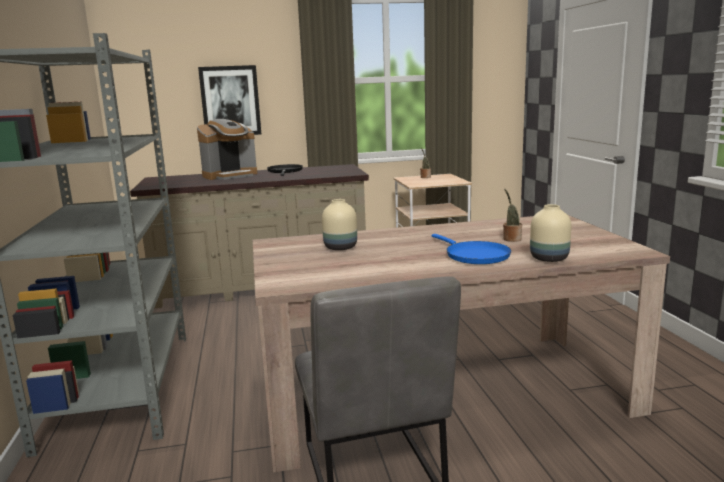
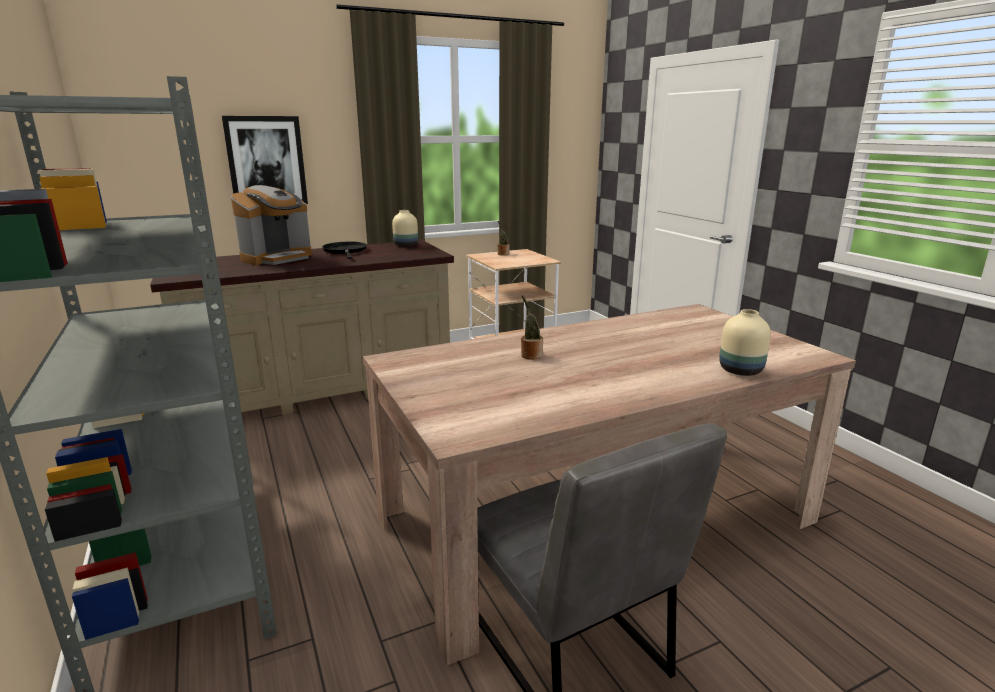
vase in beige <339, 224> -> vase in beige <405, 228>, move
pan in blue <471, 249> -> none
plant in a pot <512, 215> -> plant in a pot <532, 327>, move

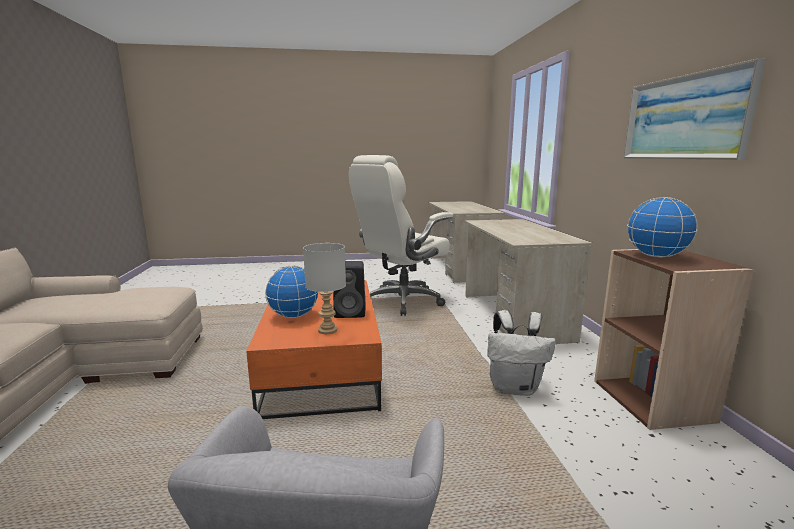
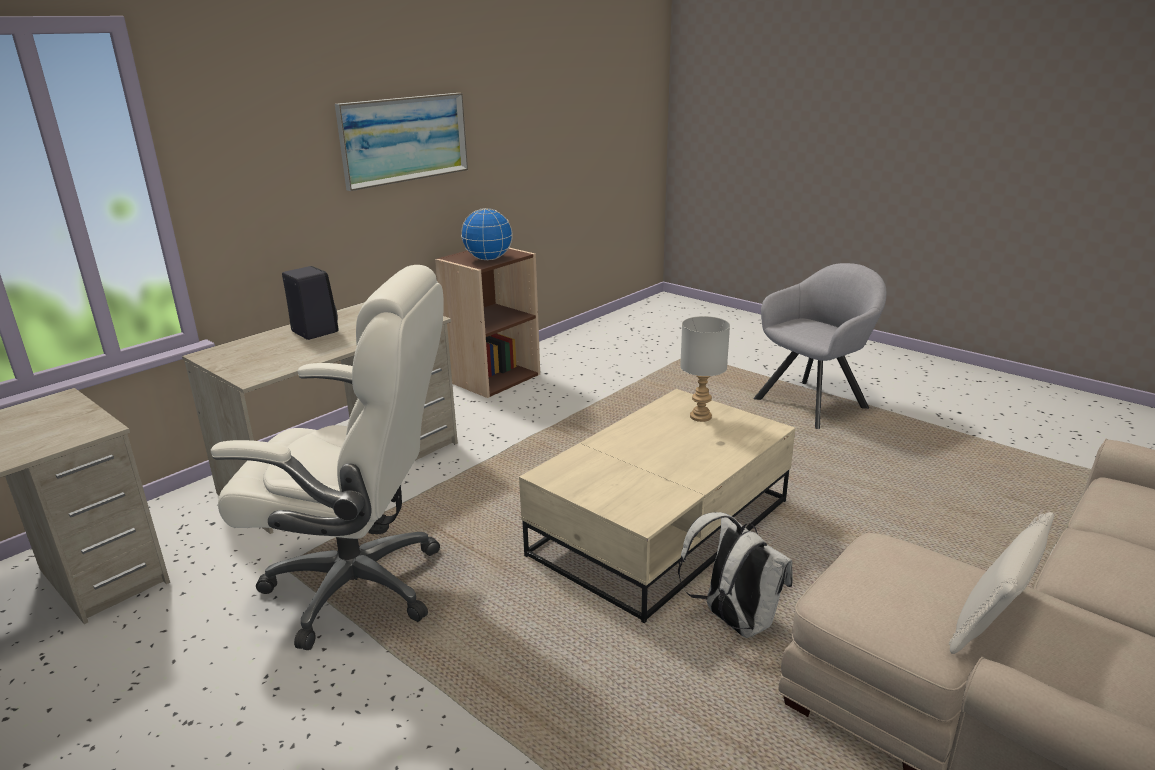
coffee table in orange-coloured <314, 349> -> coffee table in beige <657, 506>
desk globe <291, 291> -> none
speaker in black-coloured <349, 289> -> speaker in black-coloured <310, 303>, move
rucksack in white <521, 353> -> rucksack in white <735, 575>, move
none -> cushion in white <1001, 583>

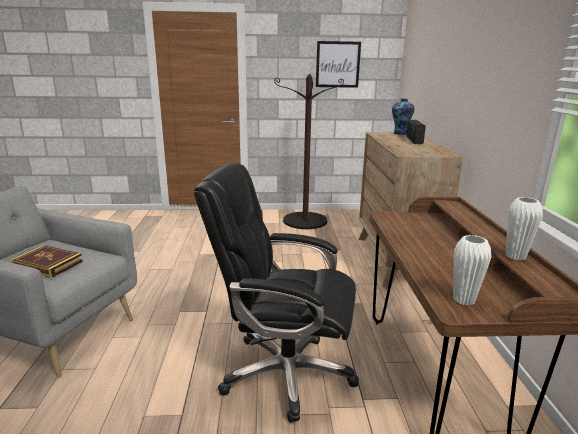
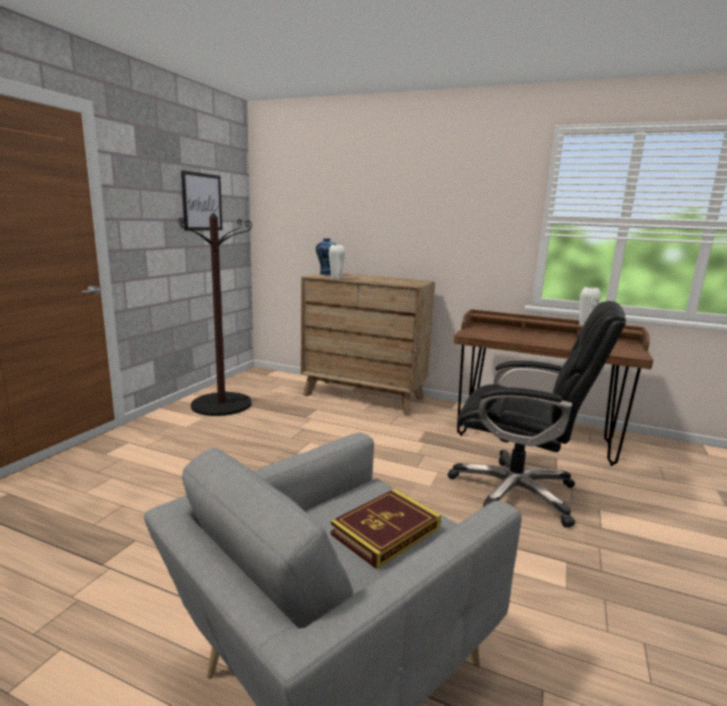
office chair in black-coloured <276, 293> -> office chair in black-coloured <537, 414>, 105 degrees counterclockwise
radio <416, 132> -> none
vase in white <472, 270> -> vase in white <337, 262>, move

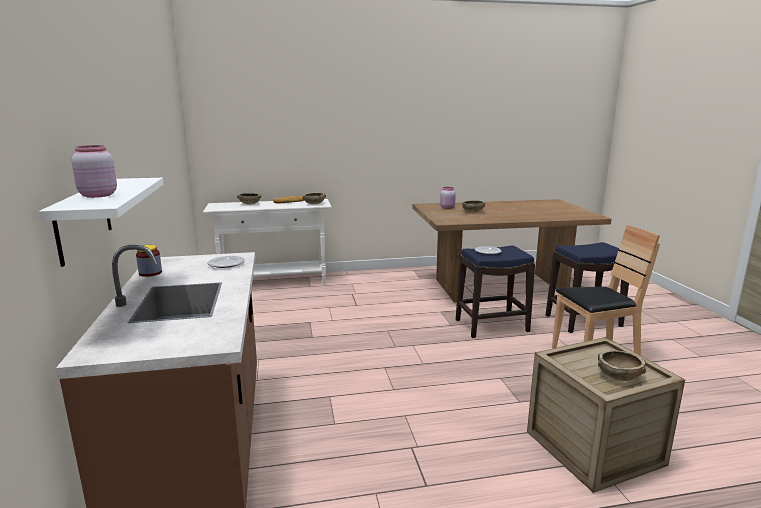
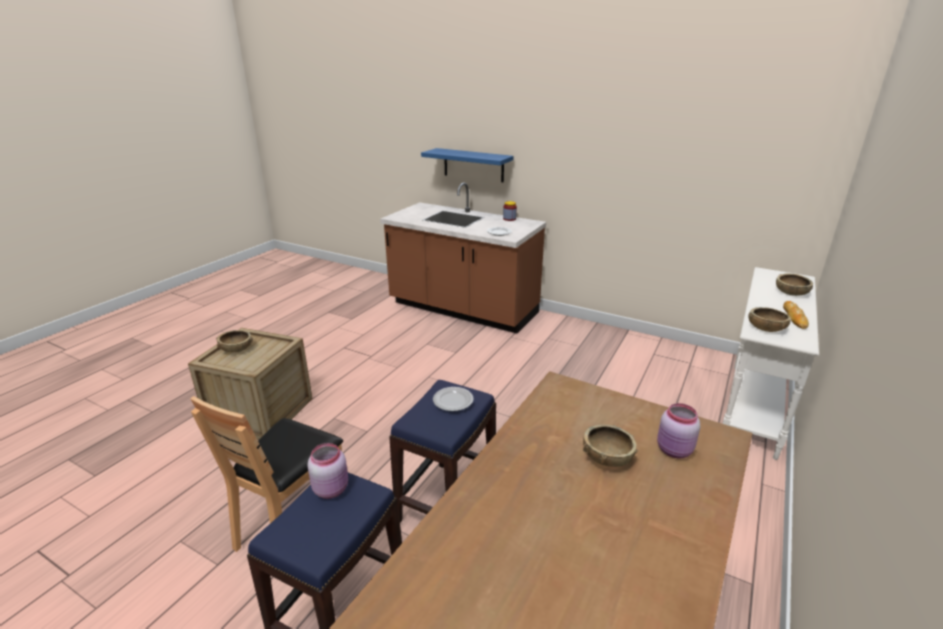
wall shelf in white <101, 222> -> wall shelf in blue <467, 165>
preserve jar in pink <94, 171> -> preserve jar in pink <327, 471>, move

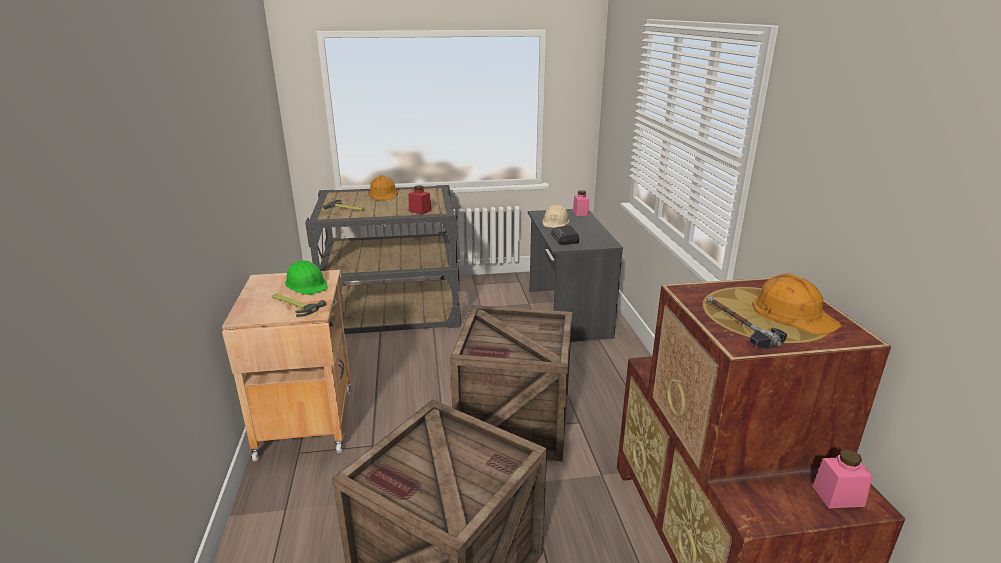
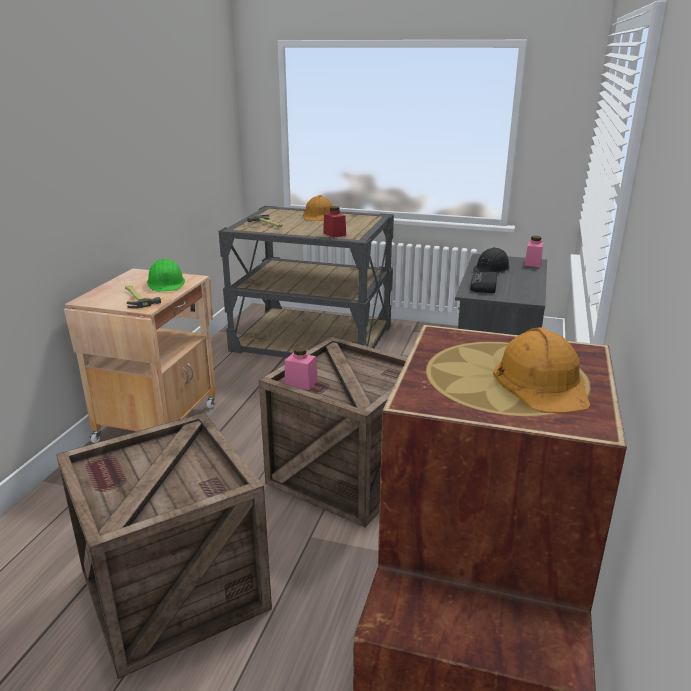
safety helmet in beige <556, 216> -> safety helmet in black-coloured <491, 260>
hand hammer <746, 322> -> none
preserve jar in pink <843, 478> -> preserve jar in pink <301, 368>, move

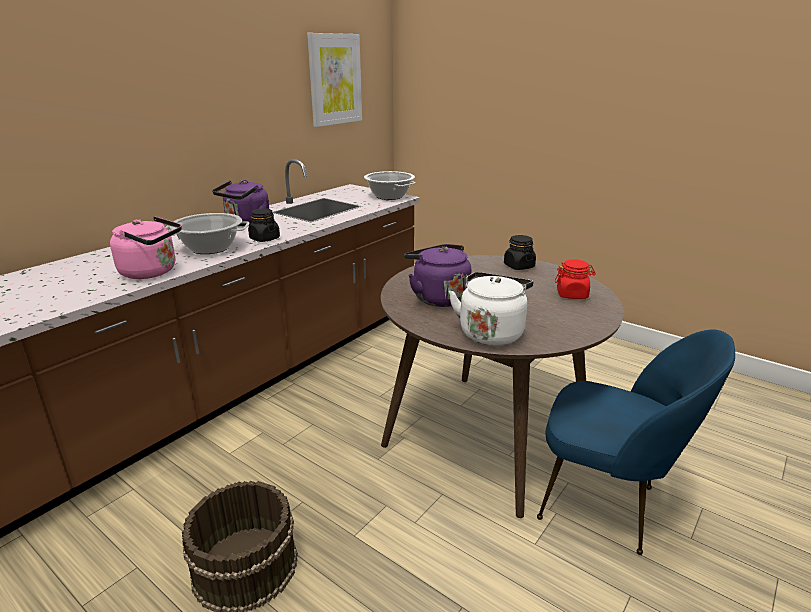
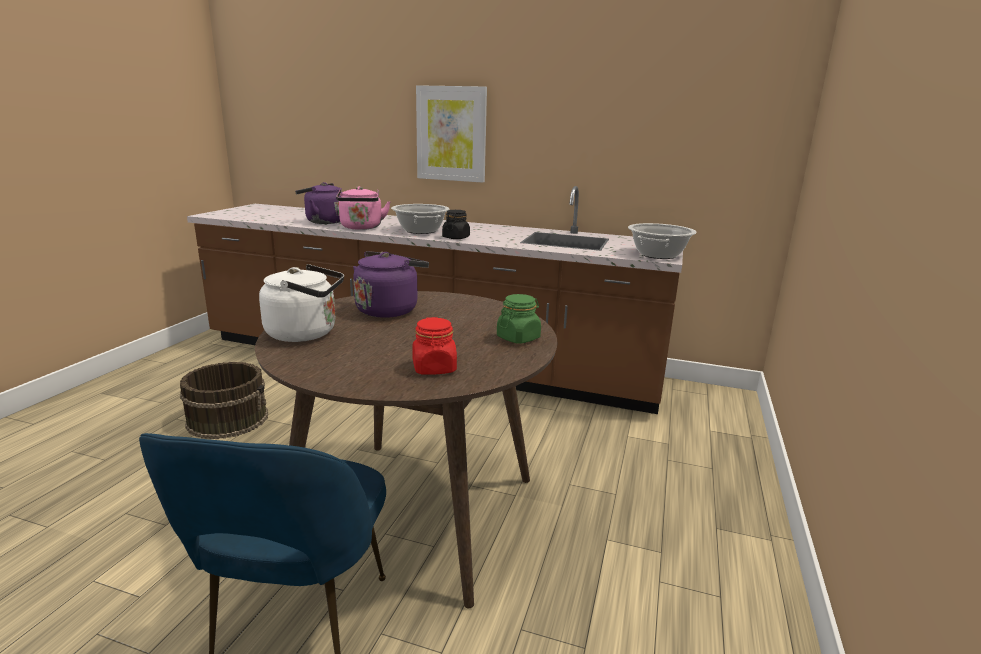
tea kettle in purplish <240, 203> -> tea kettle in purplish <318, 203>, move
picture <334, 80> -> picture <451, 134>, move
preserve jar in black-coloured <520, 252> -> preserve jar in greenish <519, 319>

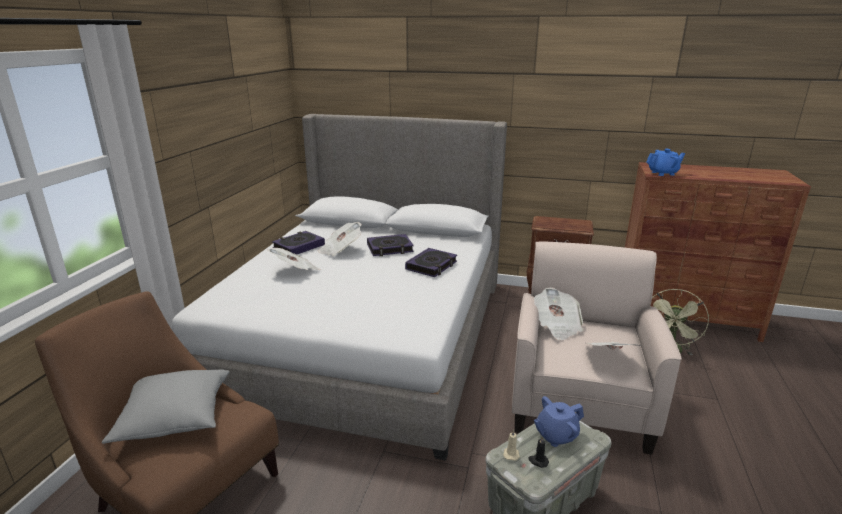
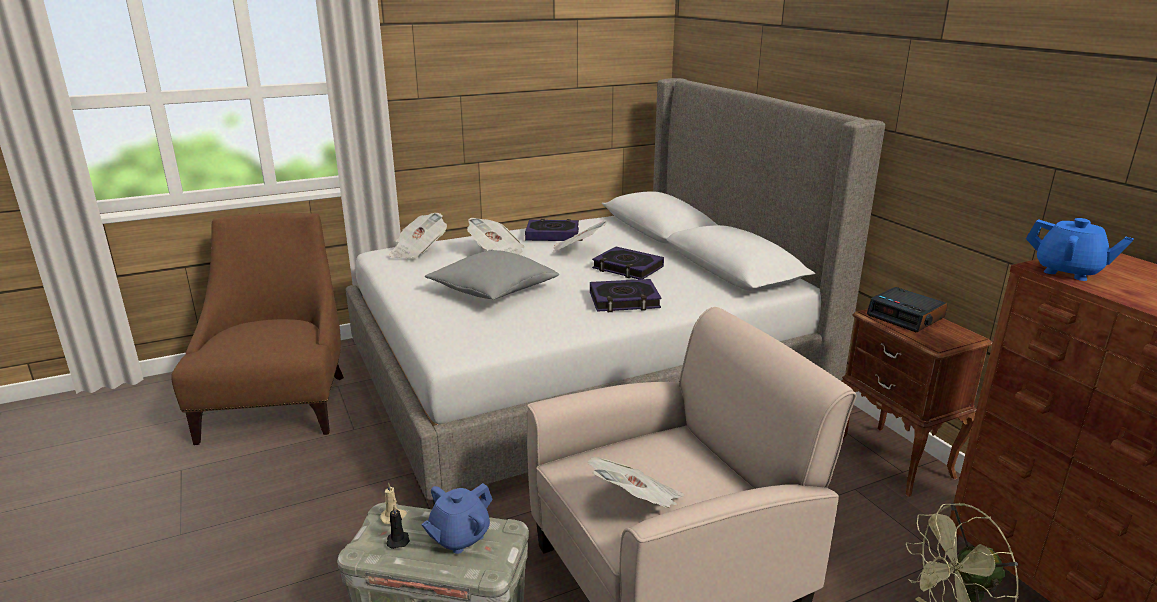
cushion in gray <166, 406> -> cushion in gray <492, 274>, move
daily paper <558, 314> -> daily paper <418, 235>, move
pot for tea in blue <559, 421> -> pot for tea in blue <457, 518>, 75 degrees counterclockwise
none -> table clock <907, 309>

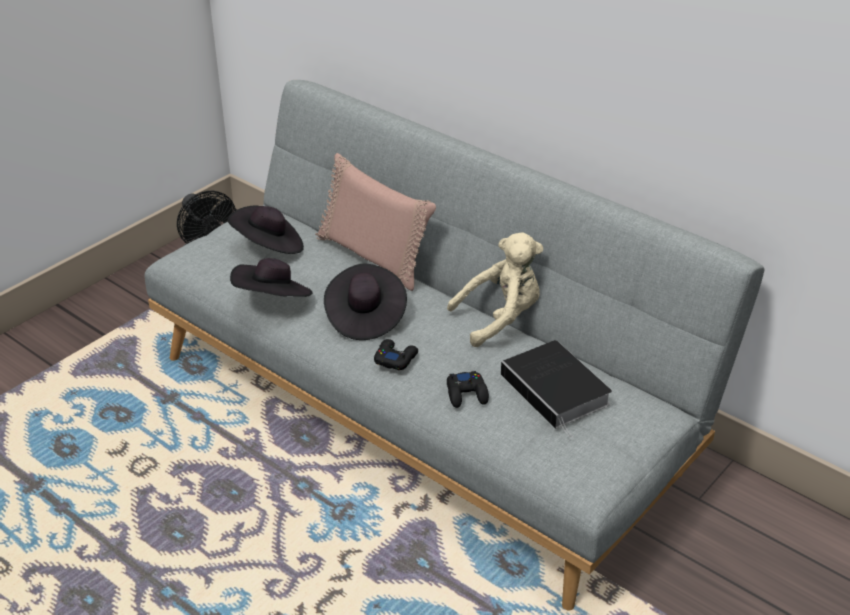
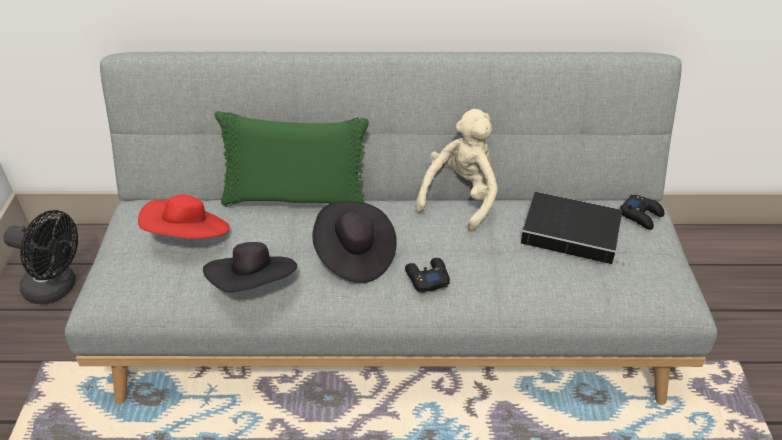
clothing hat in black-coloured <265, 229> -> clothing hat in reddish <184, 216>
cushion in beige <375, 222> -> cushion in greenish <292, 159>
joypad in black-coloured <468, 389> -> joypad in black-coloured <642, 212>, move

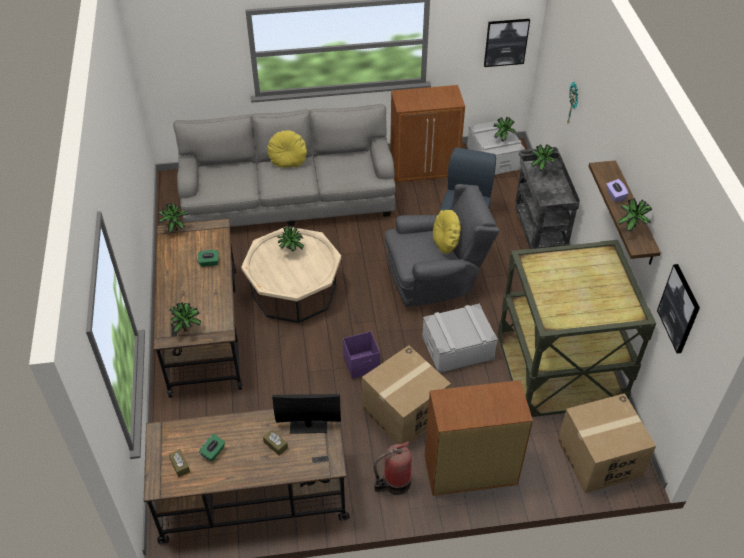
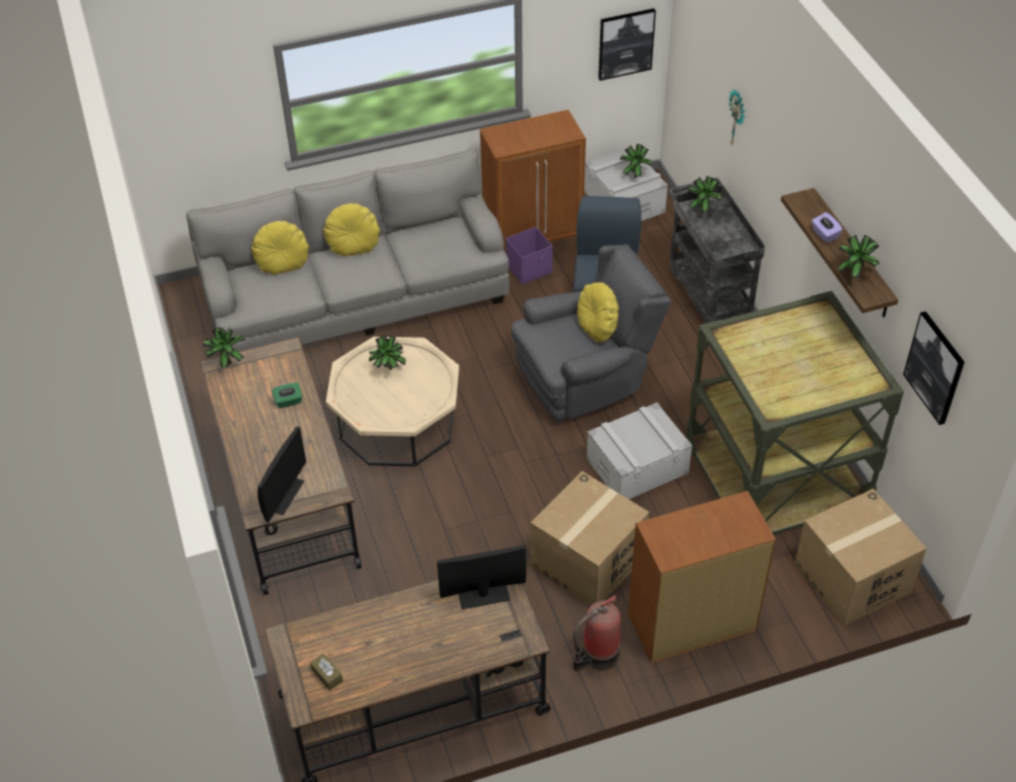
plant in a pot <185, 317> -> monitor <282, 474>
box of tissues in greenish <212, 447> -> none
box of tissues in brownish <275, 443> -> none
storage bin in purplish <361, 354> -> storage bin in purplish <529, 255>, move
none -> cushion in yellow-coloured <280, 248>

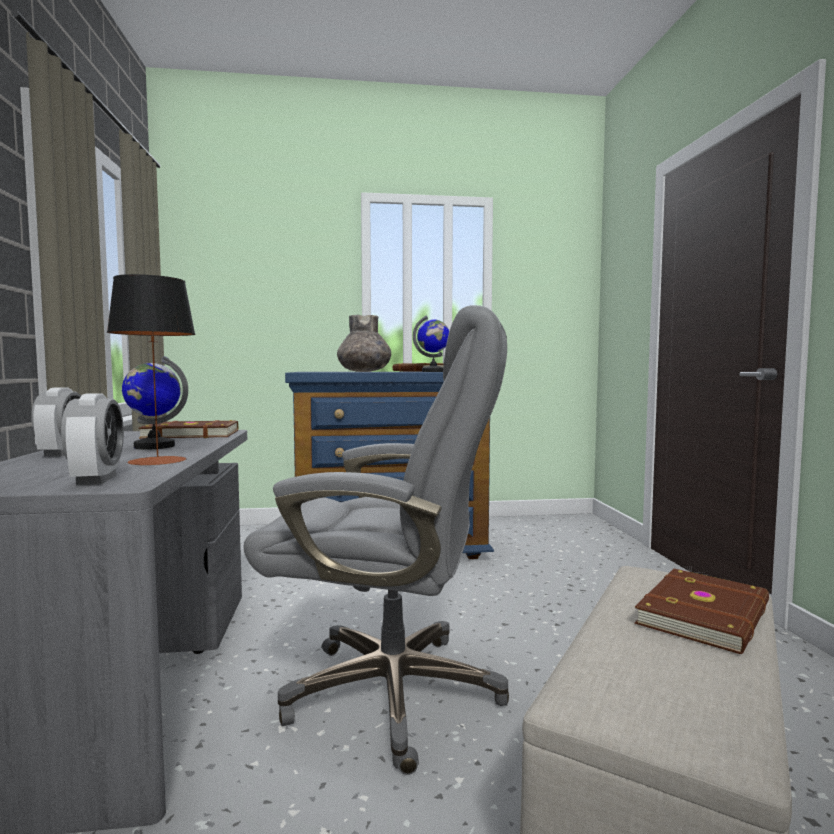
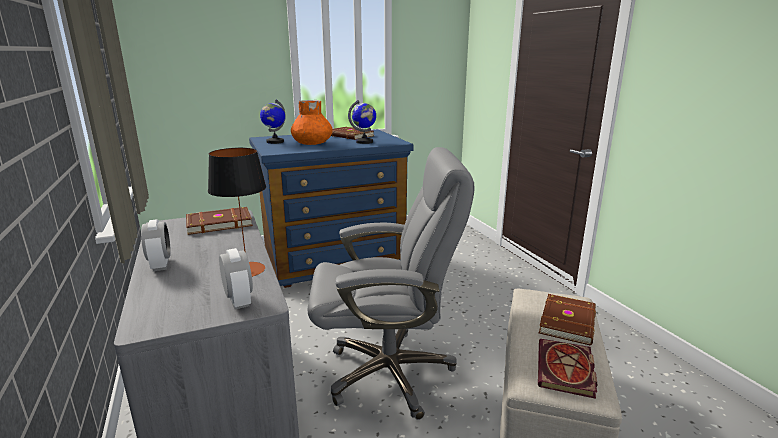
desk globe <155, 403> -> desk globe <273, 121>, move
vase in gray <364, 343> -> vase in orange-coloured <311, 122>
none -> book <567, 369>

